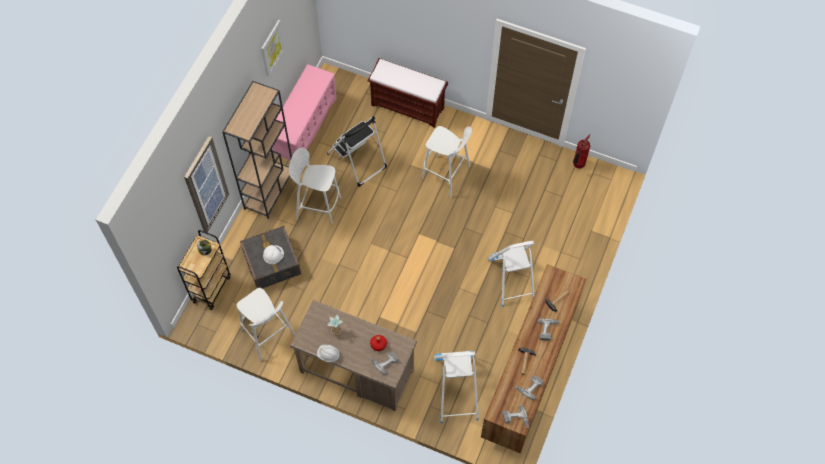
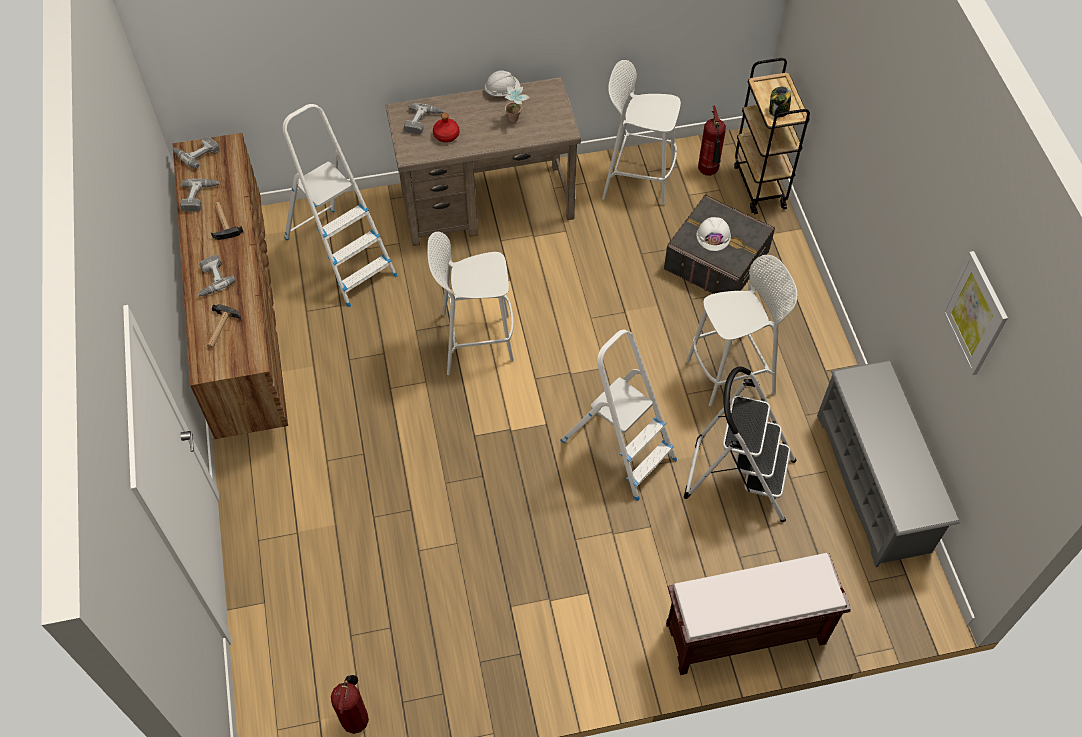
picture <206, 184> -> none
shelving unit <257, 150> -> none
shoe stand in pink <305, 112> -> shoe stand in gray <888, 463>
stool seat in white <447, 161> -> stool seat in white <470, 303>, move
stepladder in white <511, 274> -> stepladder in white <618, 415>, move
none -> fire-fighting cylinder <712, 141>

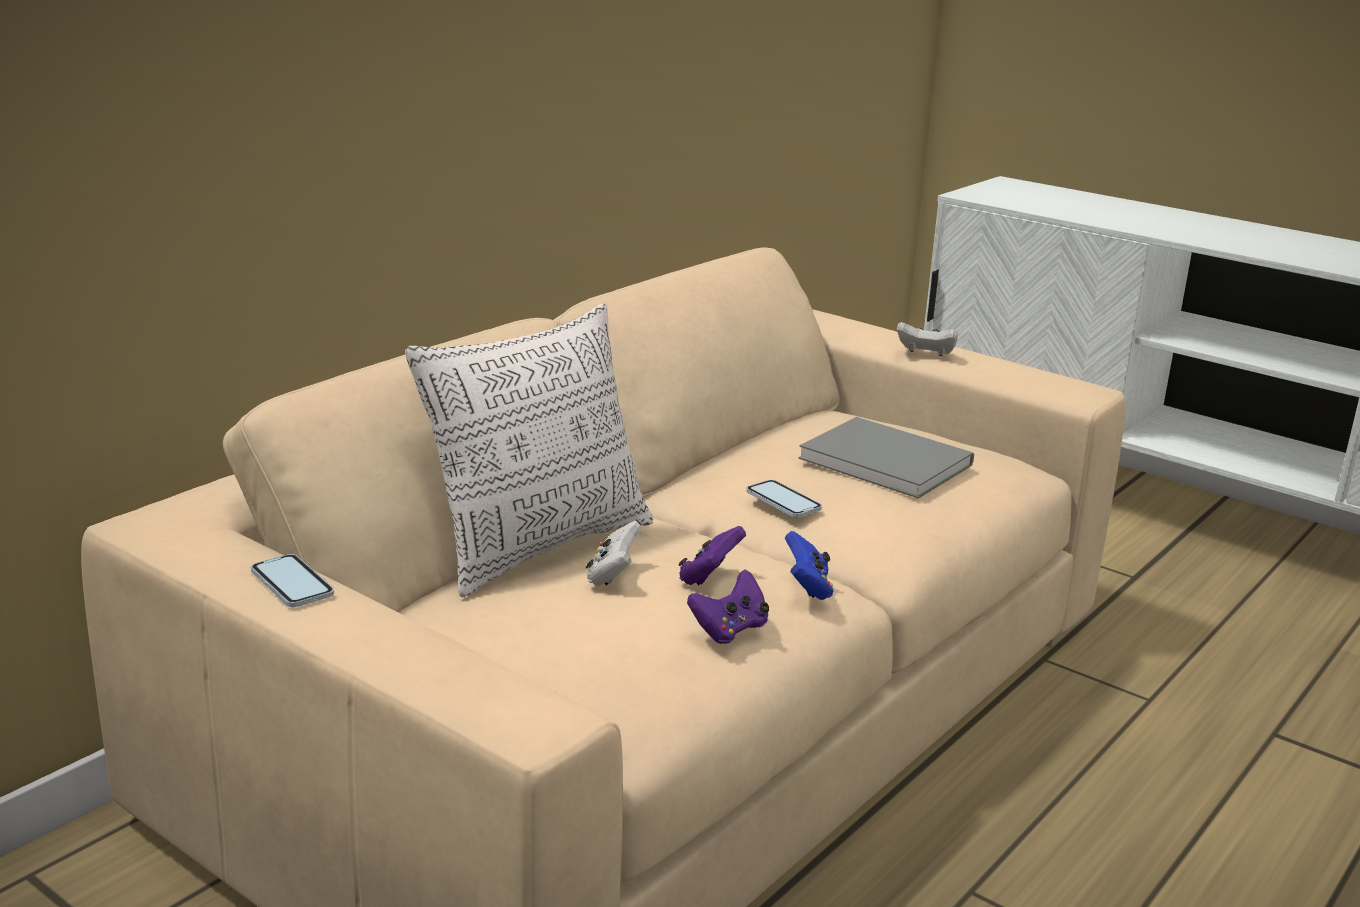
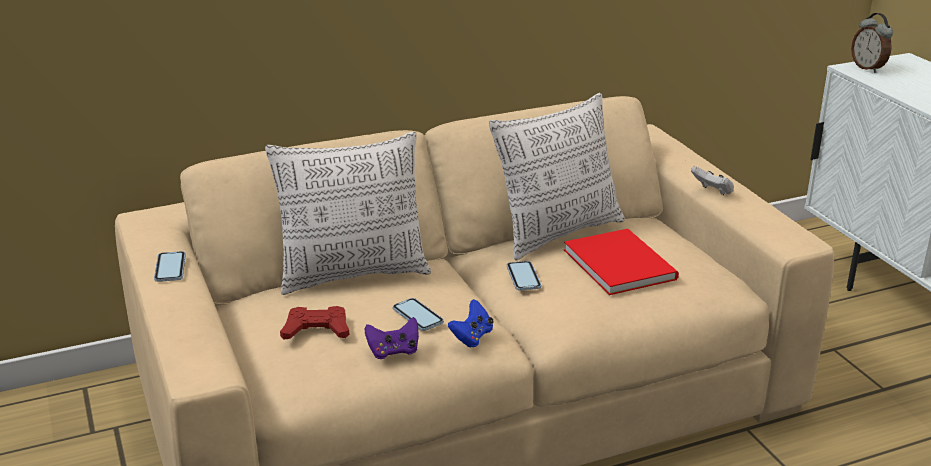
joypad in white <614, 553> -> none
joypad in purplish <712, 555> -> telephone <418, 314>
book in gray <886, 457> -> book in reddish <621, 262>
none -> joypad in reddish <314, 323>
none -> cushion <557, 176>
none -> table clock <872, 43>

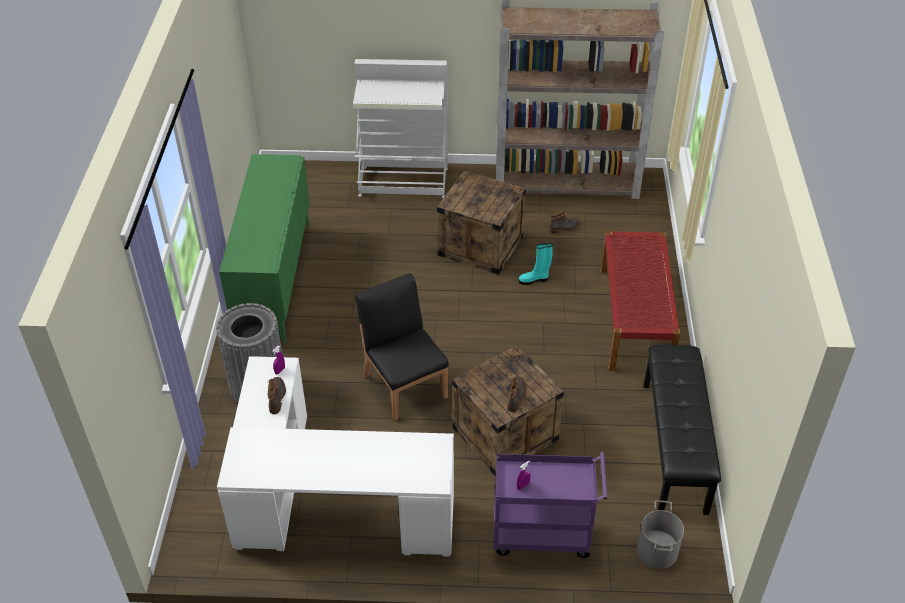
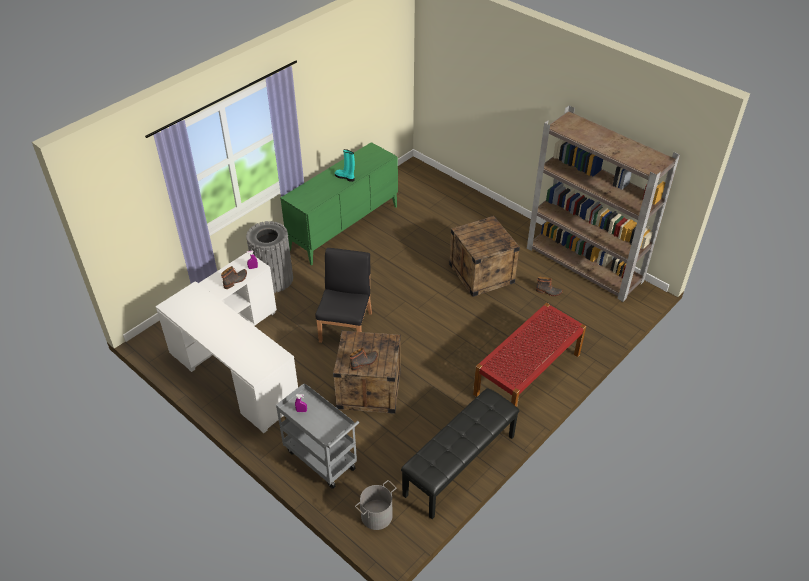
shoe stand in white <400, 128> -> none
wheeled cart in purplish <550, 505> -> wheeled cart in gray <318, 436>
tall boot in turquoise-coloured <536, 264> -> tall boot in turquoise-coloured <345, 165>, move

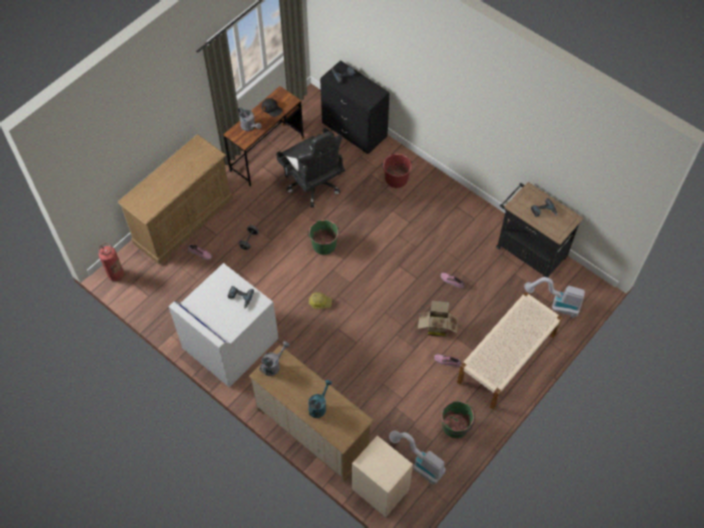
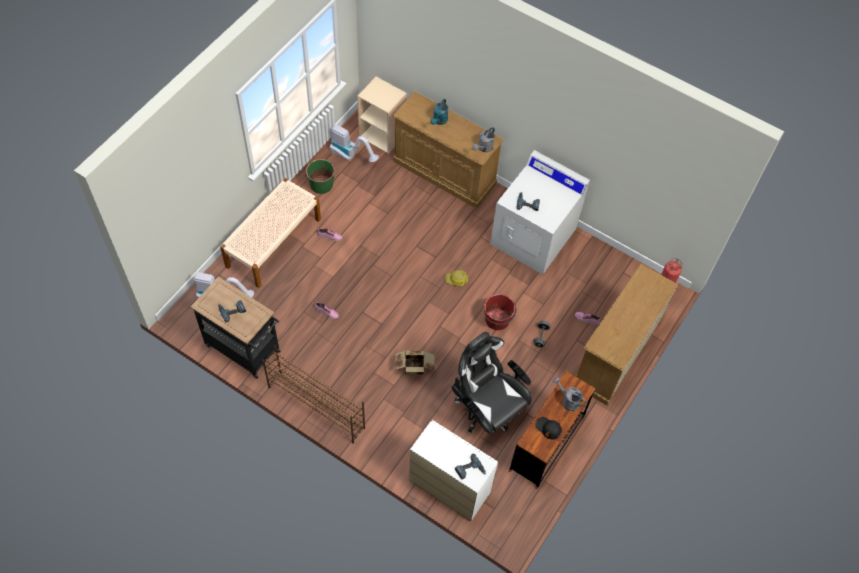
bucket in greenish <323, 237> -> none
dresser in black-coloured <355, 107> -> dresser in white <453, 470>
bucket in reddish <397, 171> -> bucket in reddish <500, 312>, move
packing box <438, 319> -> packing box <415, 363>, move
none -> shoe stand in brownish <313, 394>

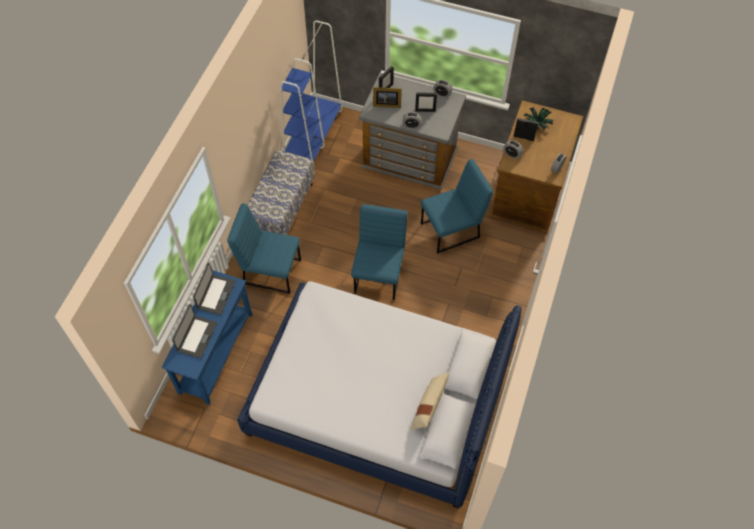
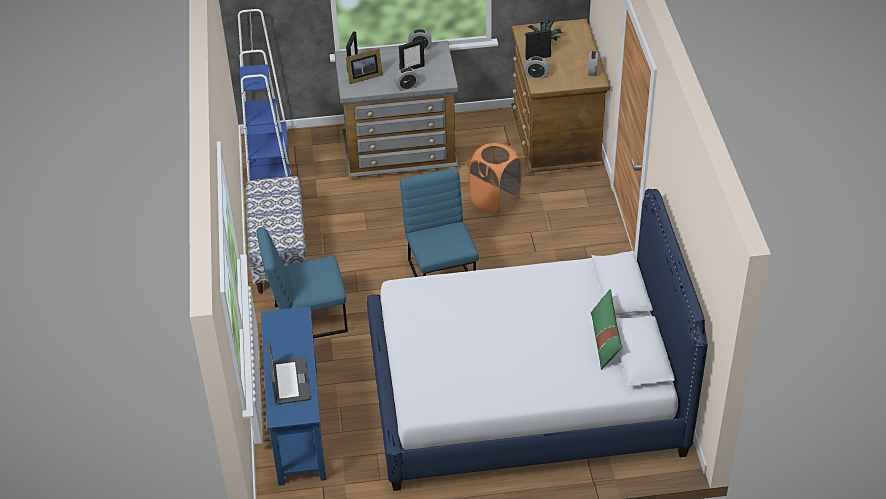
laptop <214, 289> -> none
cushion in beige <430, 401> -> cushion in greenish <606, 329>
chair in blue <457, 206> -> hamper in orange-coloured <495, 178>

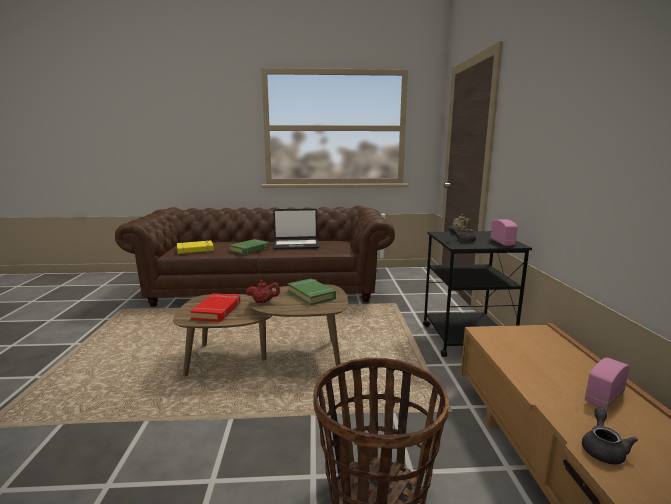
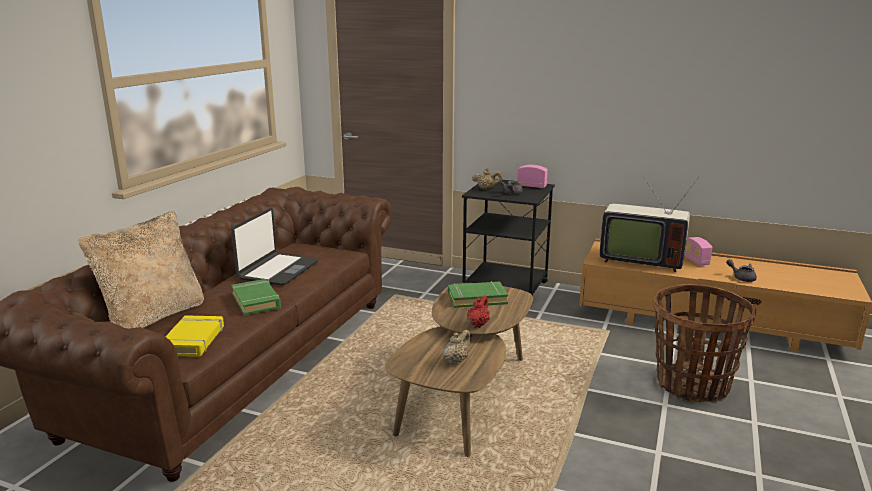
book in reddish <215, 307> -> pot for tea in beige <457, 347>
none -> cushion in beige <140, 270>
none -> TV <649, 223>

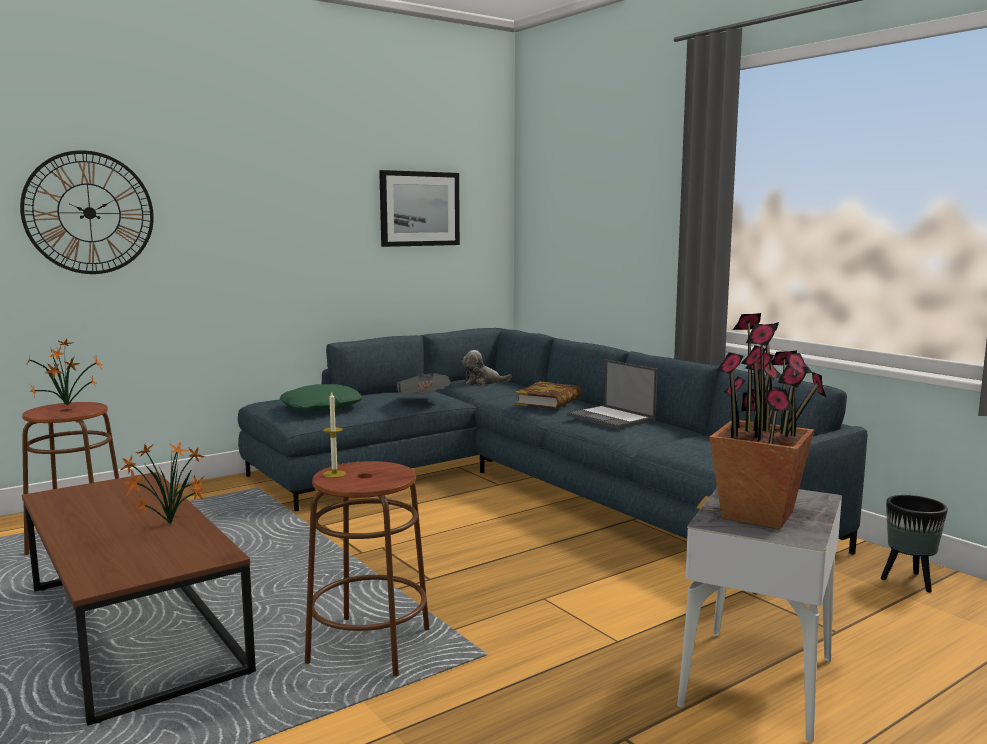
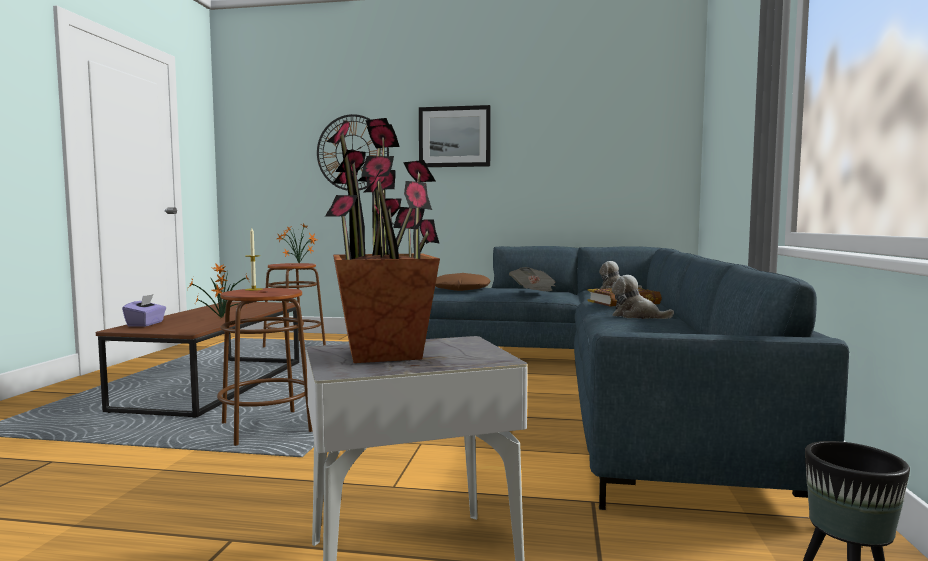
cushion in greenish <321, 397> -> cushion in brownish <462, 282>
picture <419, 208> -> picture <455, 136>, move
laptop <612, 394> -> plush toy <643, 297>
none -> box of tissues in purplish <144, 310>

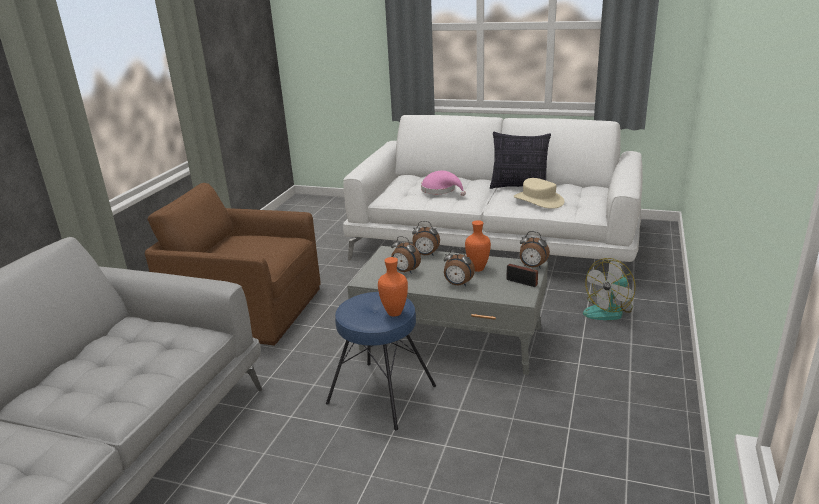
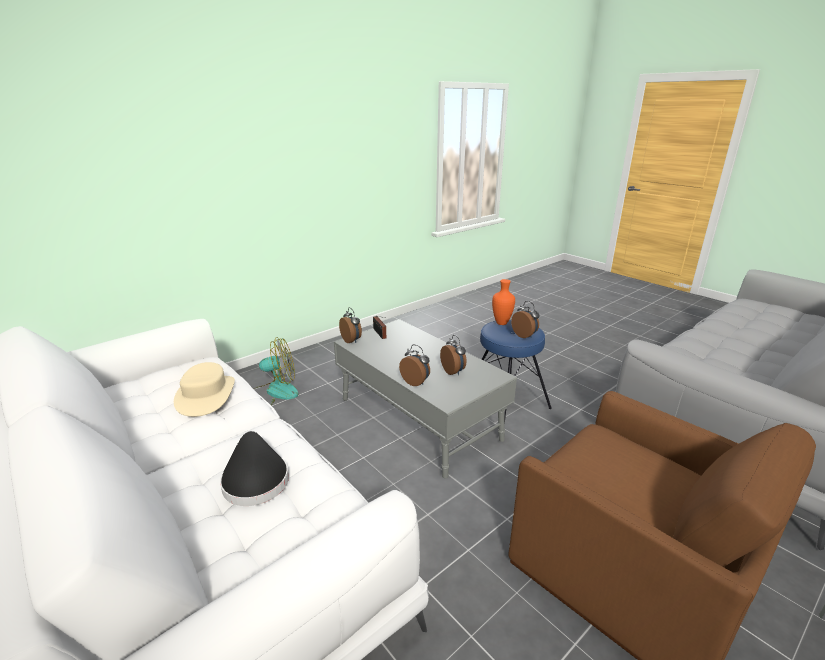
clothing hat in pink <443, 183> -> clothing hat in black-coloured <254, 468>
table clock <459, 267> -> table clock <525, 319>, move
vase in orange-coloured <478, 246> -> none
cushion <520, 160> -> none

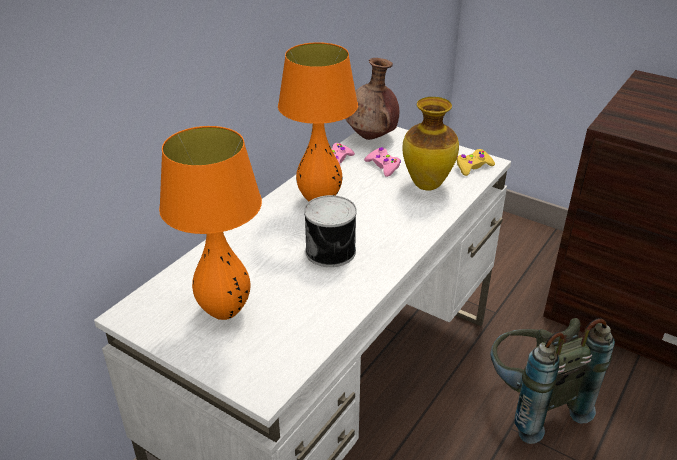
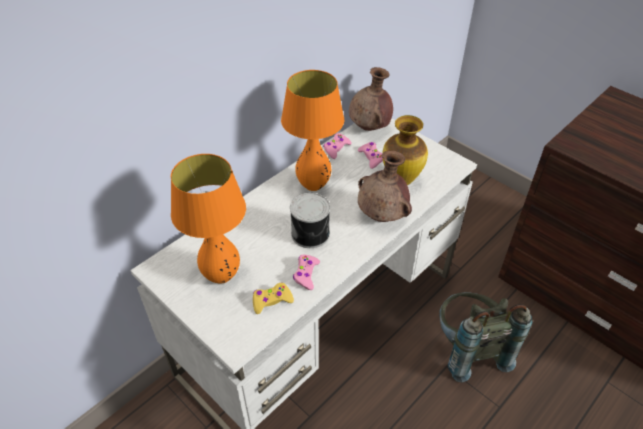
joypad in yellow-coloured <476, 162> -> joypad in yellow-coloured <273, 298>, move
none -> joypad in pink <306, 272>
none -> vase in brownish <385, 186>

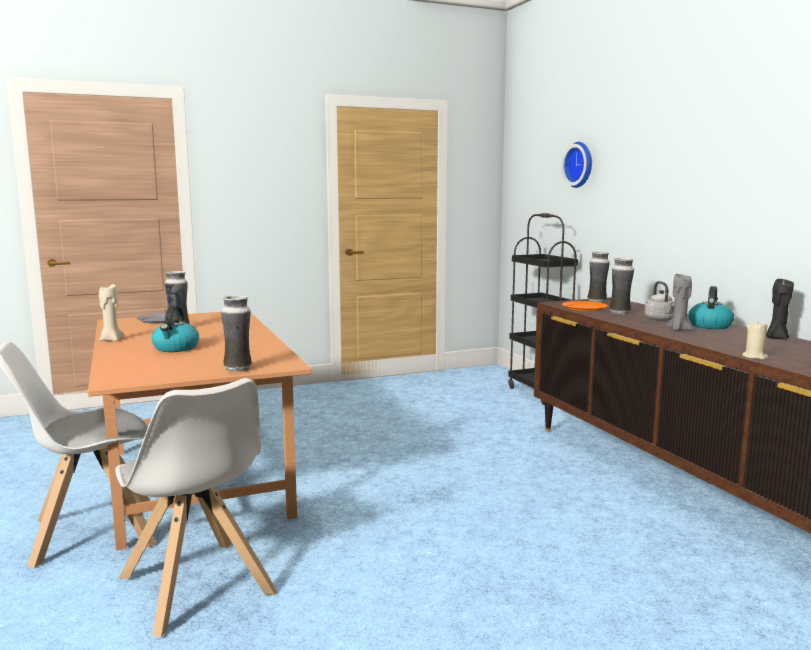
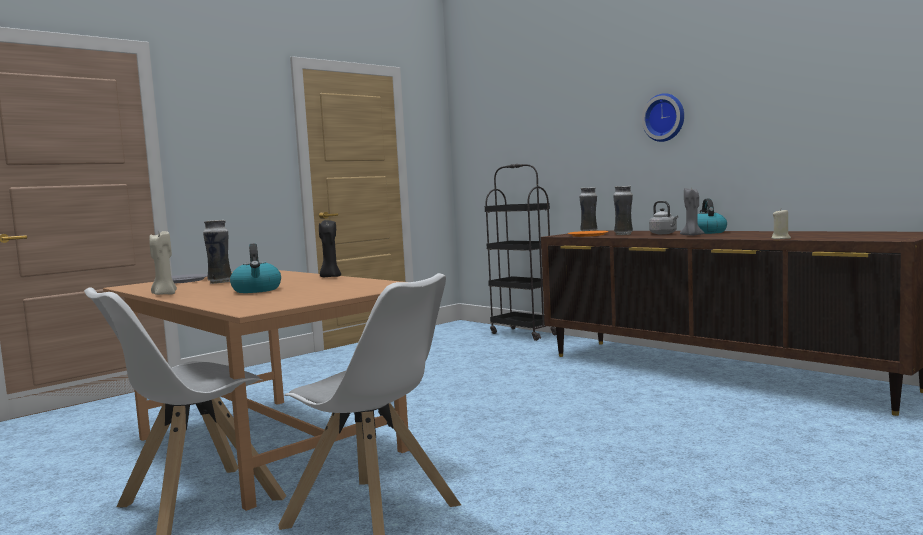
vase <236, 333> -> none
hanging clock <577, 165> -> hanging clock <663, 117>, move
wax candle in black-coloured <780, 309> -> wax candle in black-coloured <330, 248>, move

